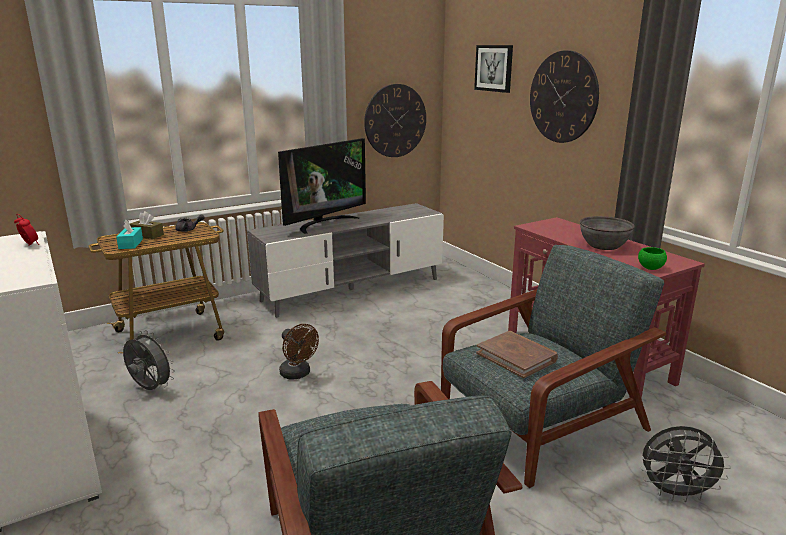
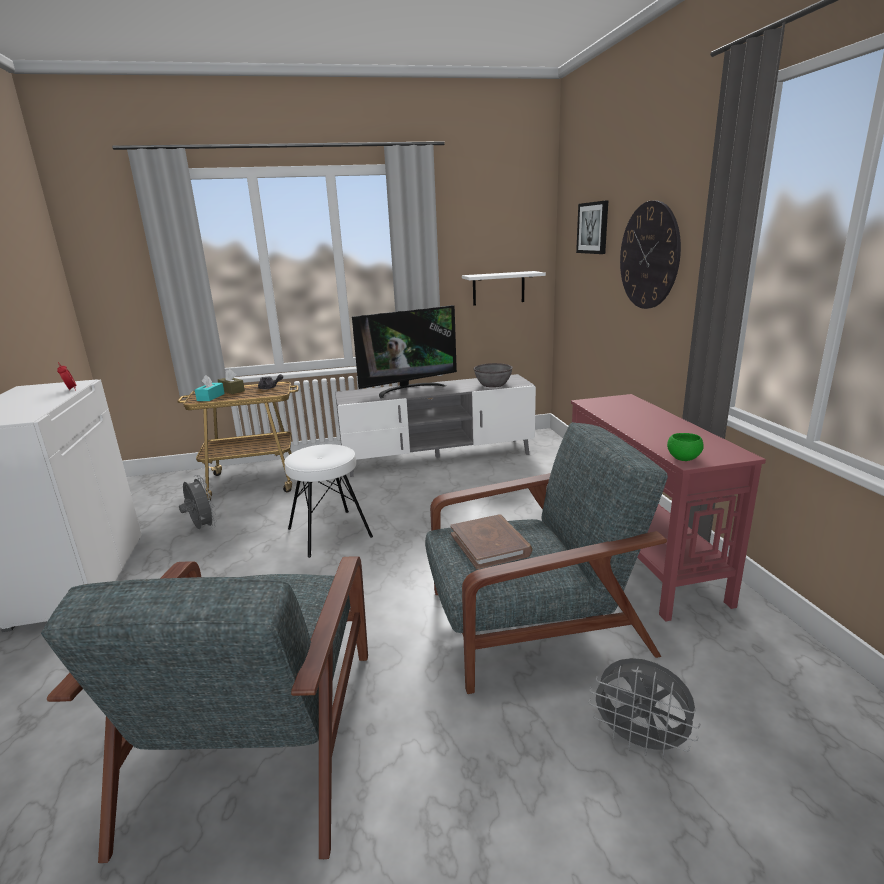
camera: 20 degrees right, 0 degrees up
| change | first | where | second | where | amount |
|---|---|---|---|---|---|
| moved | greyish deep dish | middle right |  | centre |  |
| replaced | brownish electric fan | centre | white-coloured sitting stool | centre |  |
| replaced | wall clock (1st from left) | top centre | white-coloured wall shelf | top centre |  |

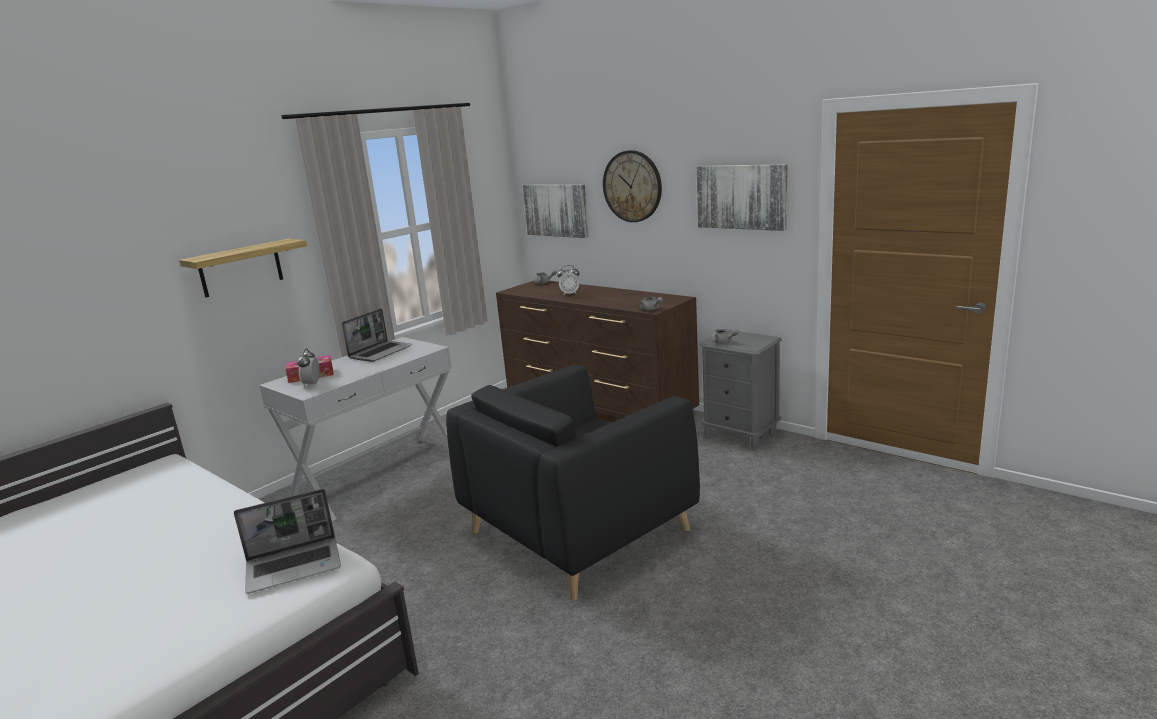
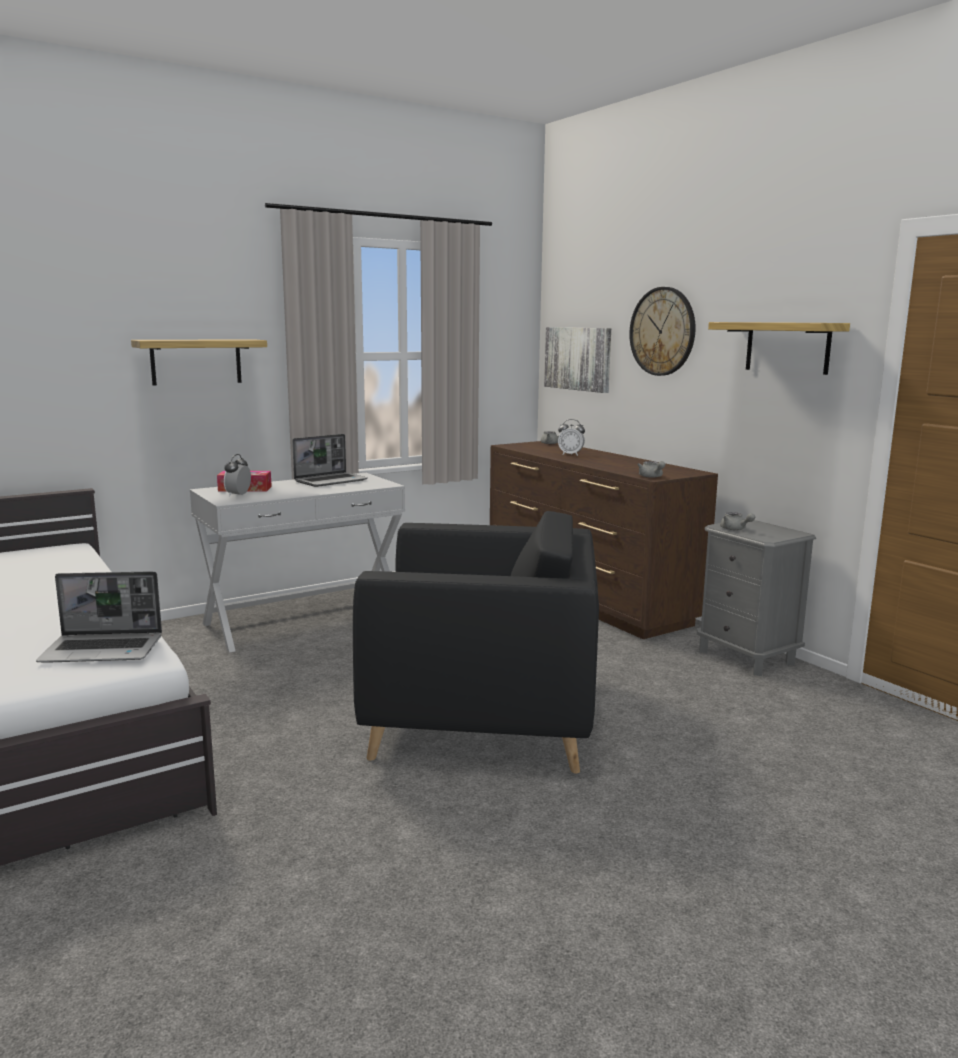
camera: 15 degrees right, 5 degrees down
| change | first | where | second | where | amount |
|---|---|---|---|---|---|
| replaced | wall picture (2nd from left) | top centre | wall shelf (2nd from left) | top right |  |
| turned | black lounge chair | bottom centre |  | centre | 150 degrees counterclockwise |

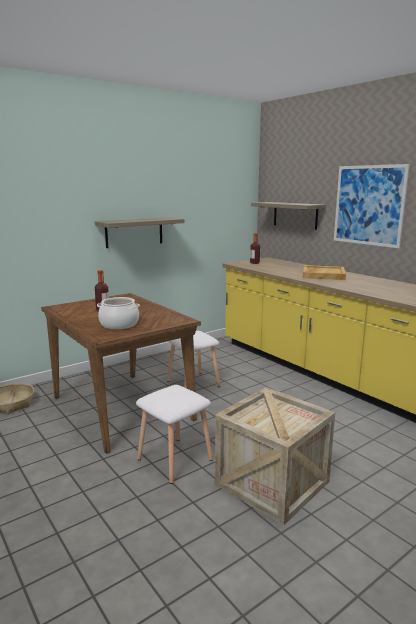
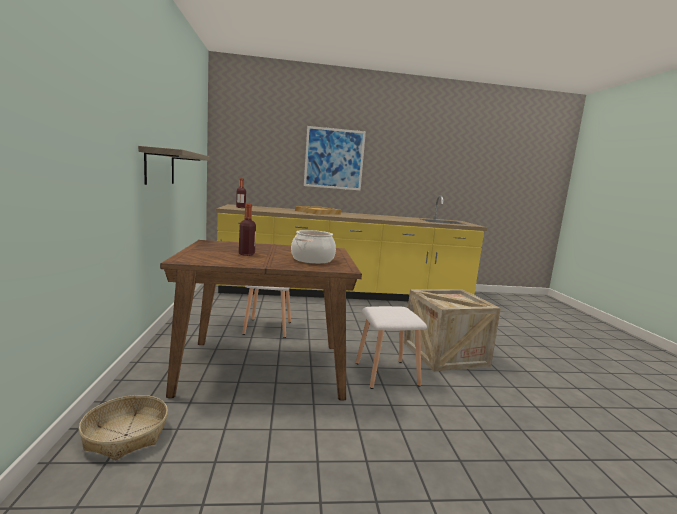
camera: 60 degrees left, 5 degrees down
| change | first | where | second | where | amount |
|---|---|---|---|---|---|
| removed | wall shelf (2nd from left) | middle right |  |  |  |

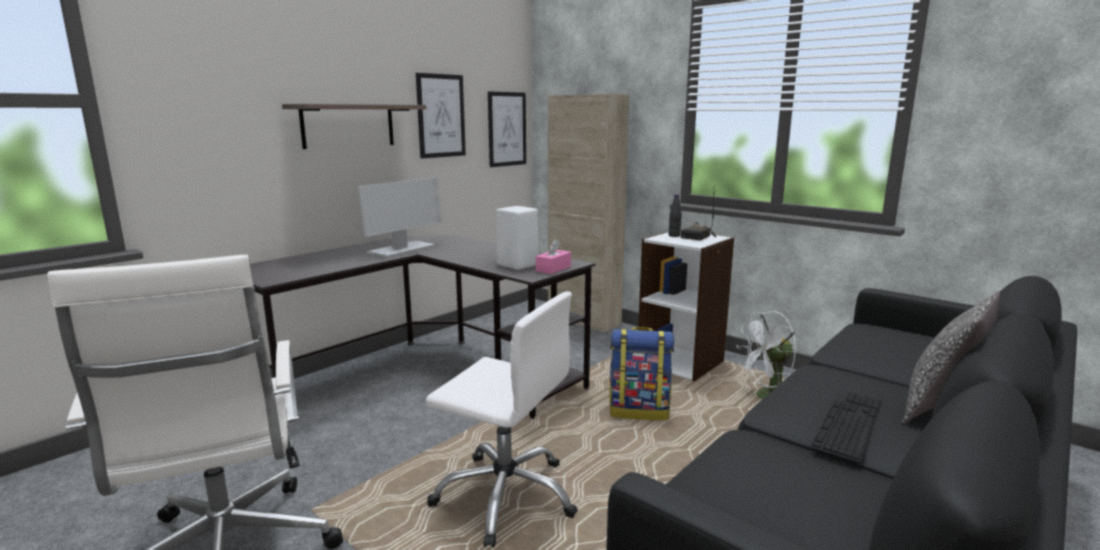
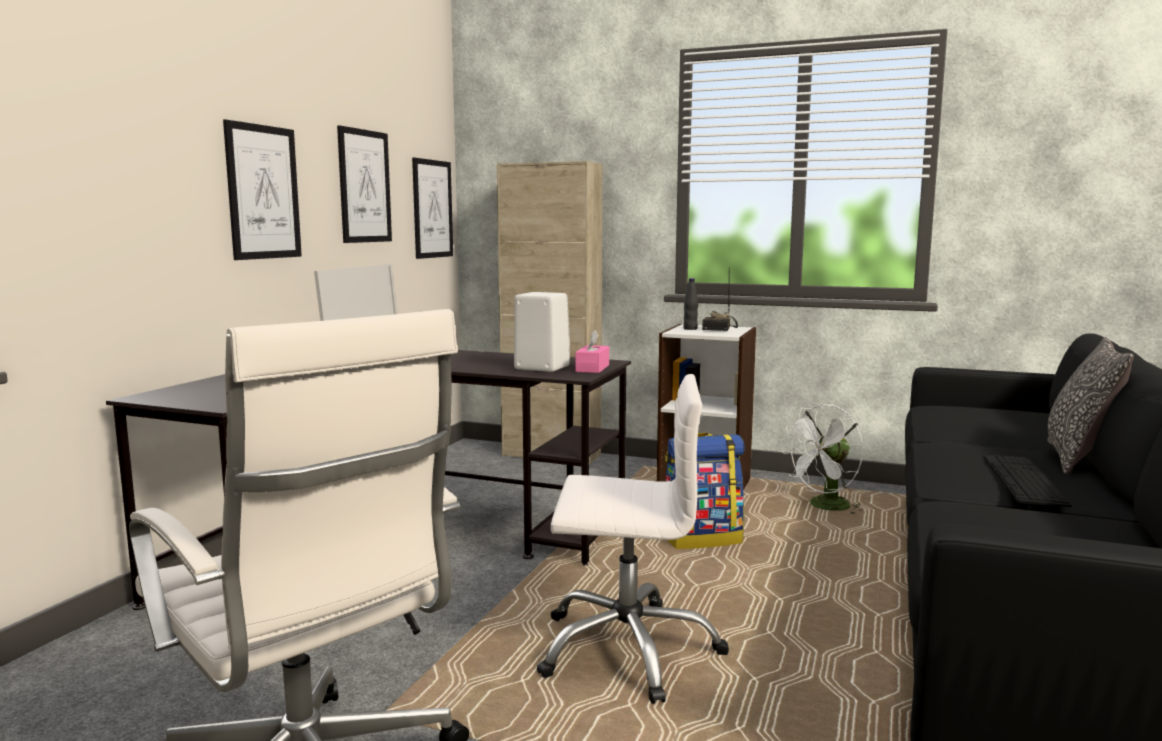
camera: 20 degrees left, 5 degrees down
| change | first | where | second | where | amount |
|---|---|---|---|---|---|
| replaced | wall shelf | top left | wall picture (1st from left) | top left |  |

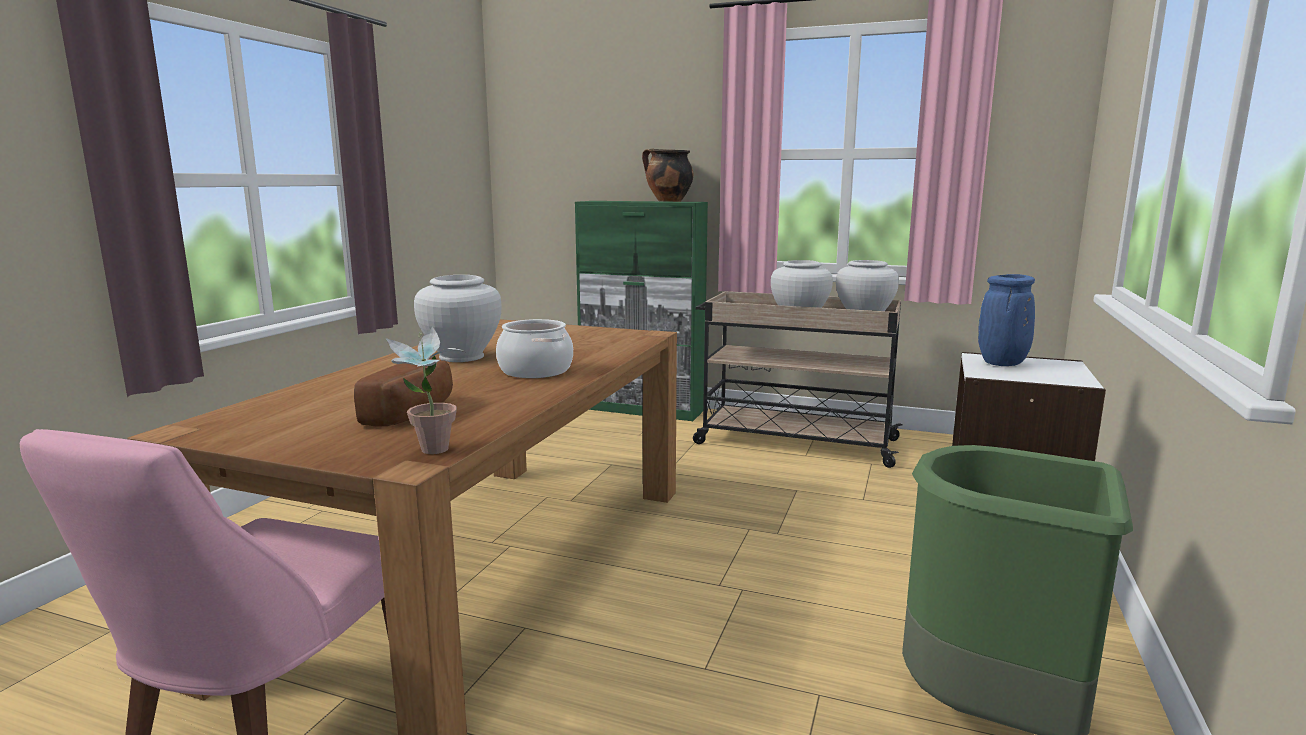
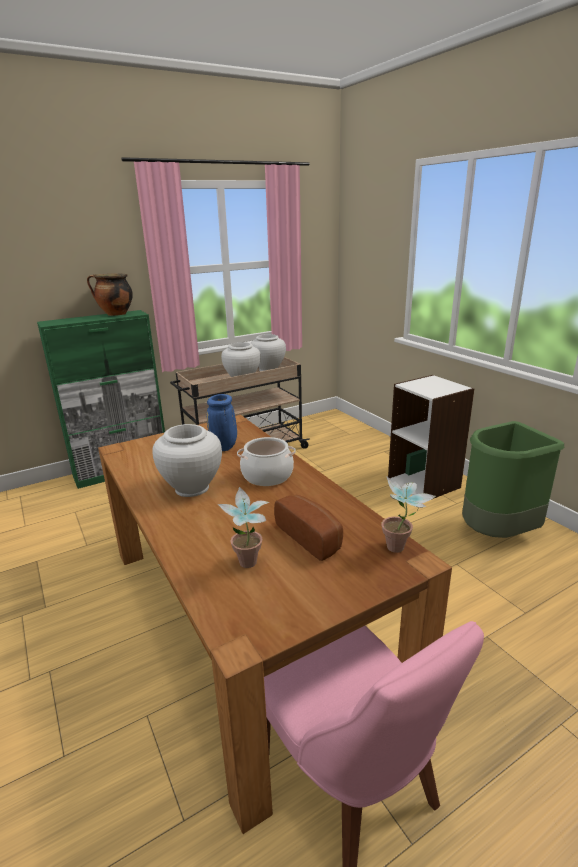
camera: 50 degrees left, 10 degrees up
| change | first | where | second | where | amount |
|---|---|---|---|---|---|
| added |  |  | potted plant (1st from left) | centre |  |
| moved | bluish vase | middle right |  | centre |  |

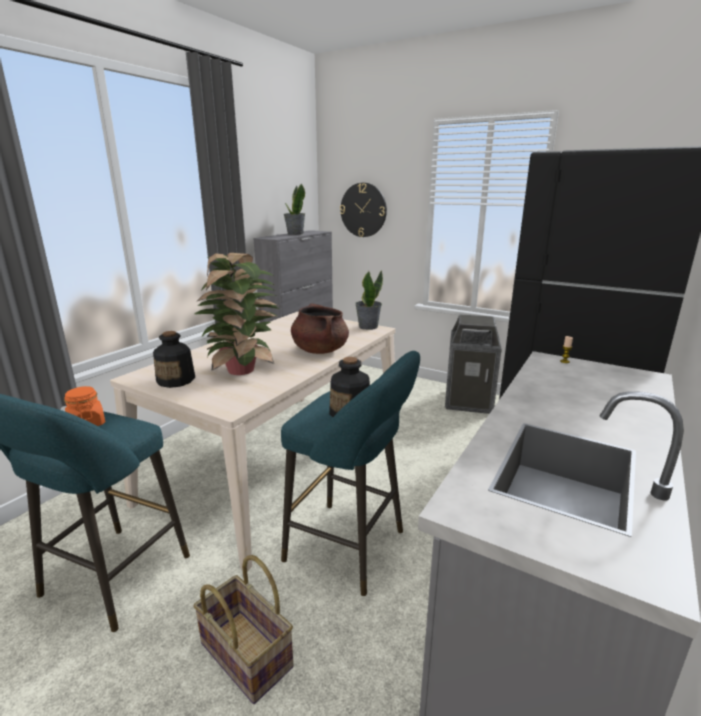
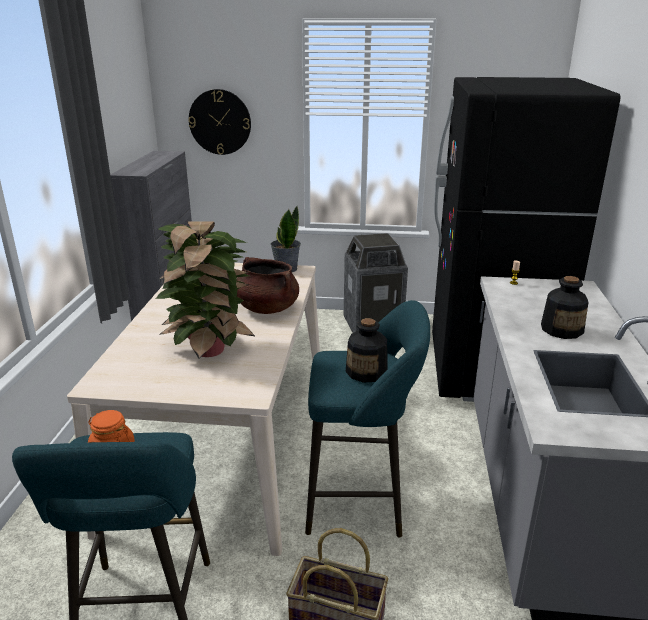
camera: 25 degrees left, 5 degrees up
| change | first | where | second | where | amount |
|---|---|---|---|---|---|
| removed | potted plant (2nd from left) | top centre |  |  |  |
| moved | beverage bottle (1st from left in the first image) | middle left | beverage bottle (2nd from left) | middle right |  |

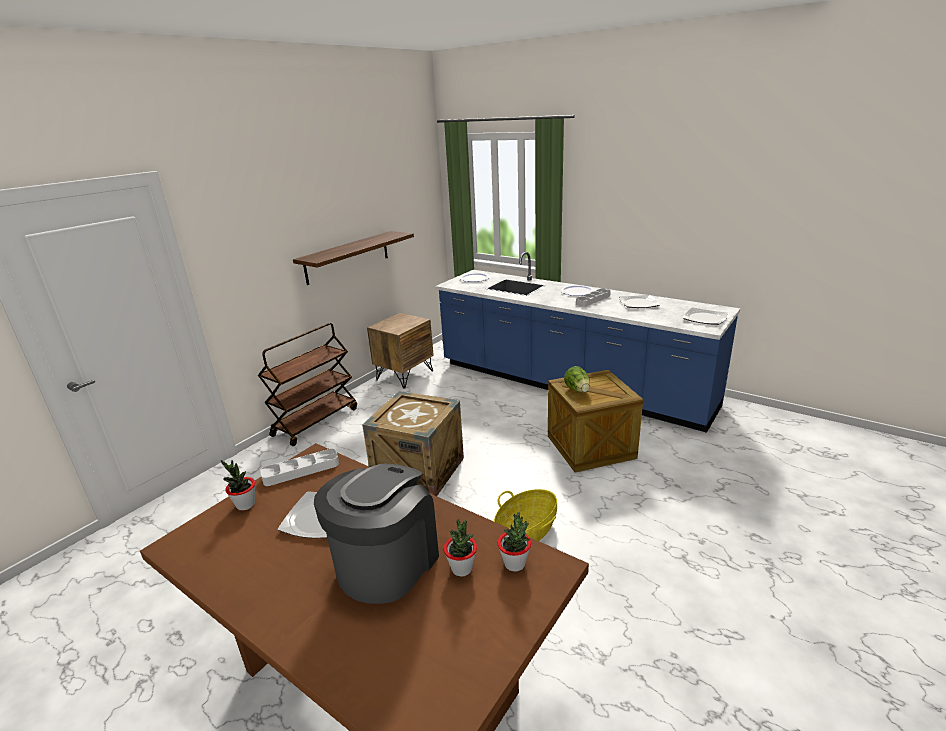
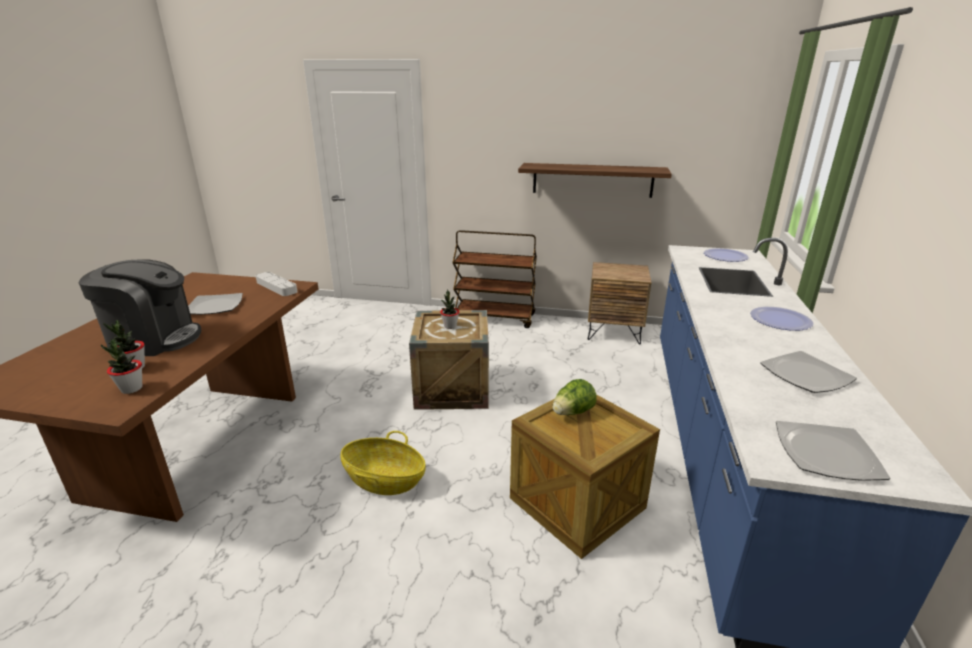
camera: 65 degrees right, 0 degrees up
| change | first | where | second | where | amount |
|---|---|---|---|---|---|
| removed | greyish carrying tray (2nd from left) | centre |  |  |  |
| moved | potted plant (1st from left in the first image) | middle left | potted plant (3rd from left) | centre |  |

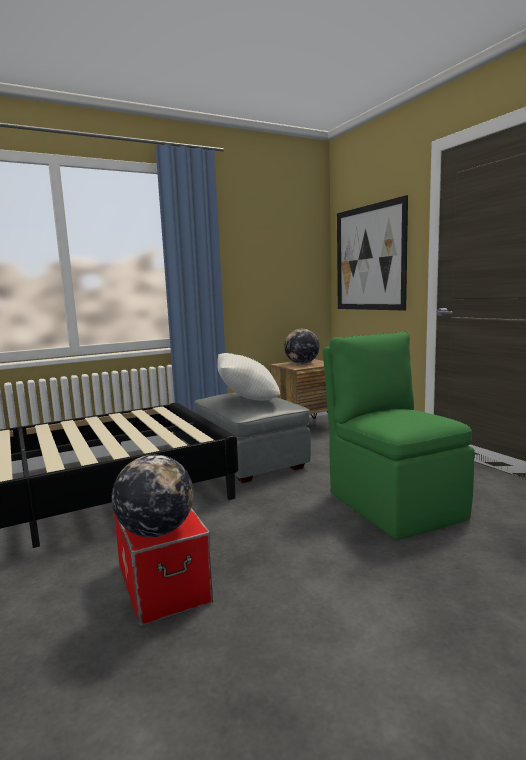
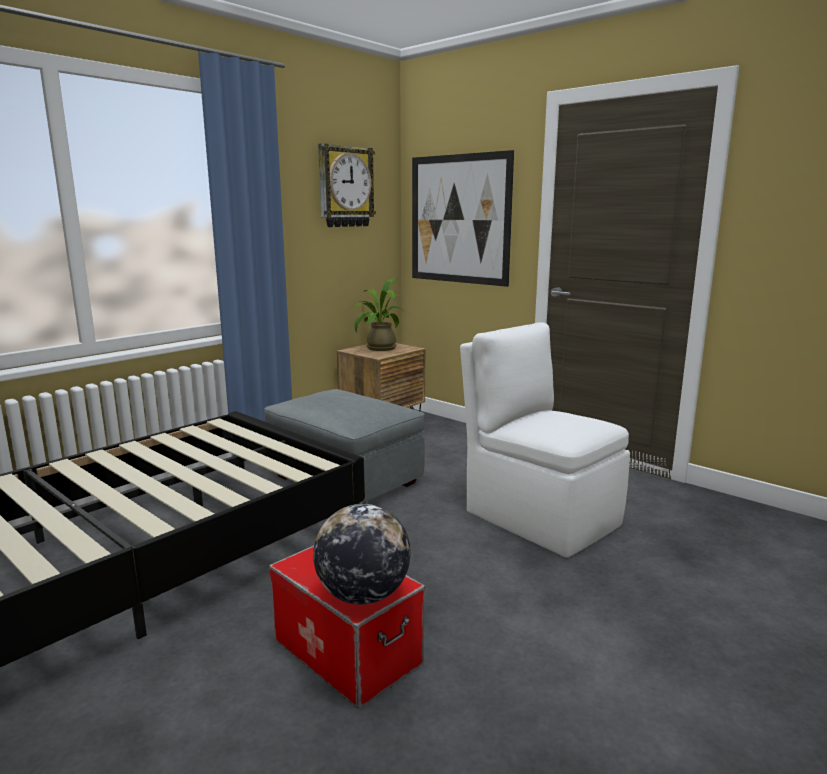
camera: 20 degrees left, 5 degrees up
| change | first | where | second | where | amount |
|---|---|---|---|---|---|
| removed | white-coloured pillow | centre |  |  |  |
| added |  |  | wall clock | top centre |  |
| replaced | desk globe (2nd from left) | centre | potted plant | centre |  |
| recoloured | greenish upright chair | middle right | white-coloured upright chair | centre |  |

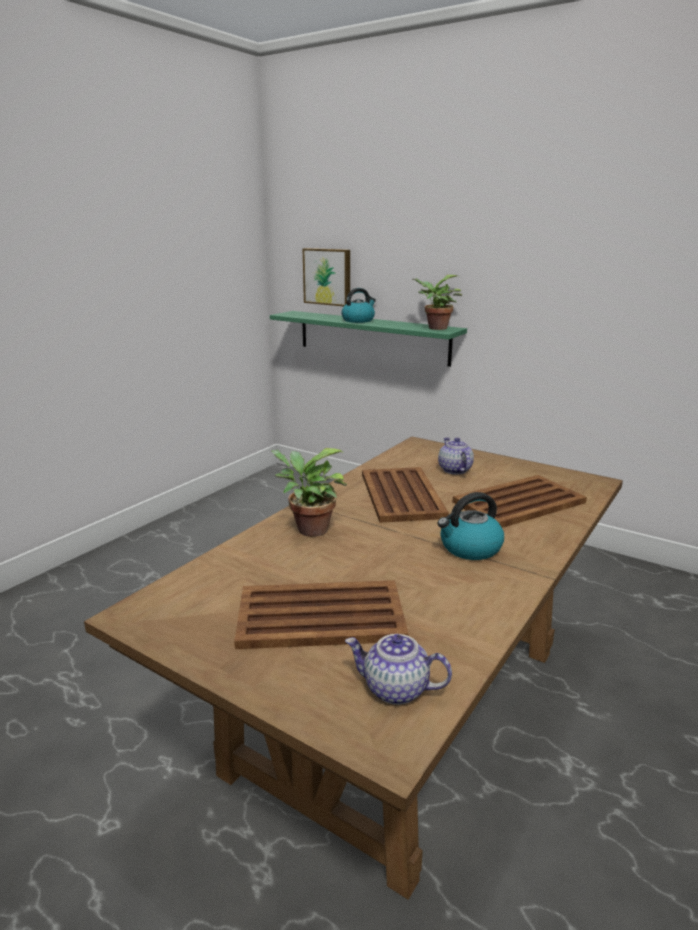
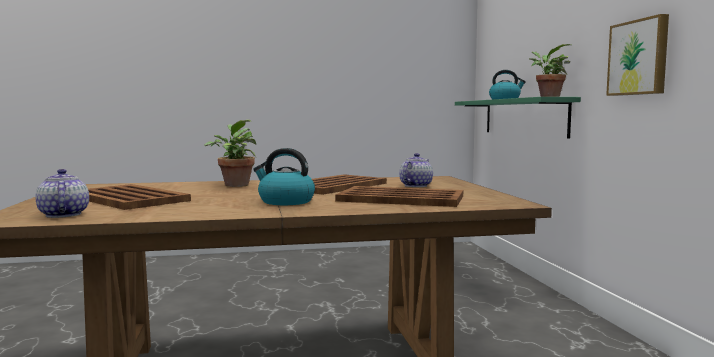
camera: 45 degrees right, 15 degrees down
| change | first | where | second | where | amount |
|---|---|---|---|---|---|
| moved | wall picture | top centre |  | top right |  |

